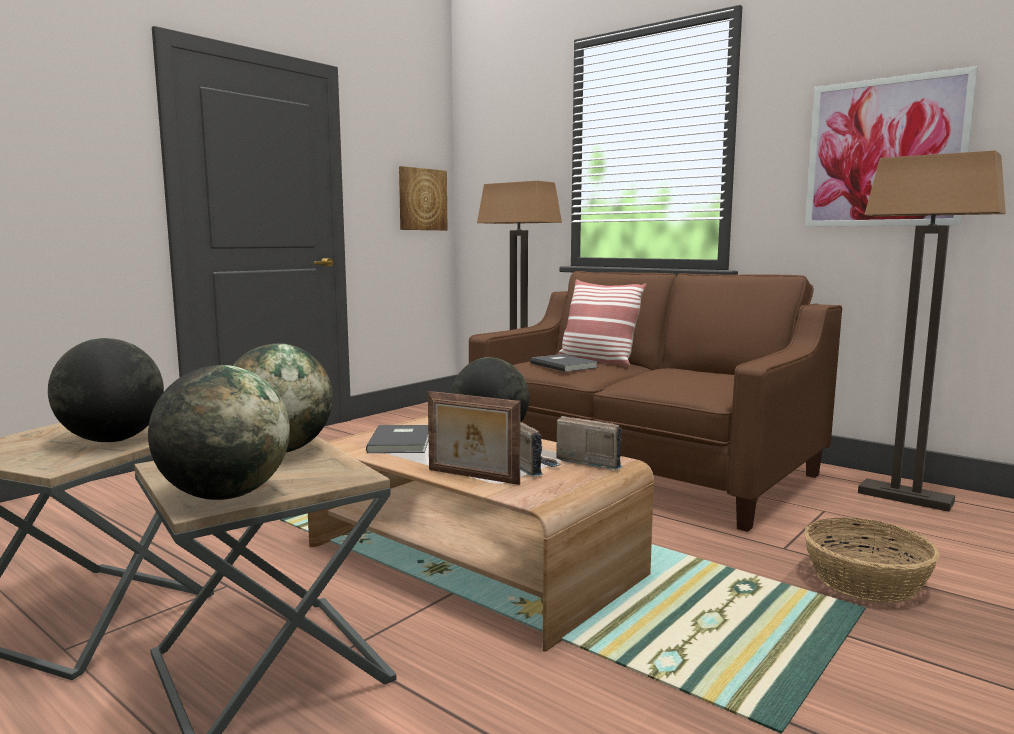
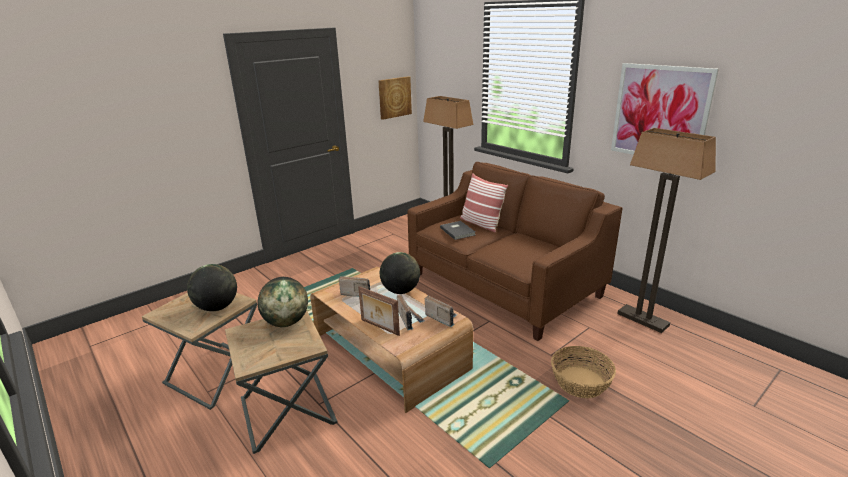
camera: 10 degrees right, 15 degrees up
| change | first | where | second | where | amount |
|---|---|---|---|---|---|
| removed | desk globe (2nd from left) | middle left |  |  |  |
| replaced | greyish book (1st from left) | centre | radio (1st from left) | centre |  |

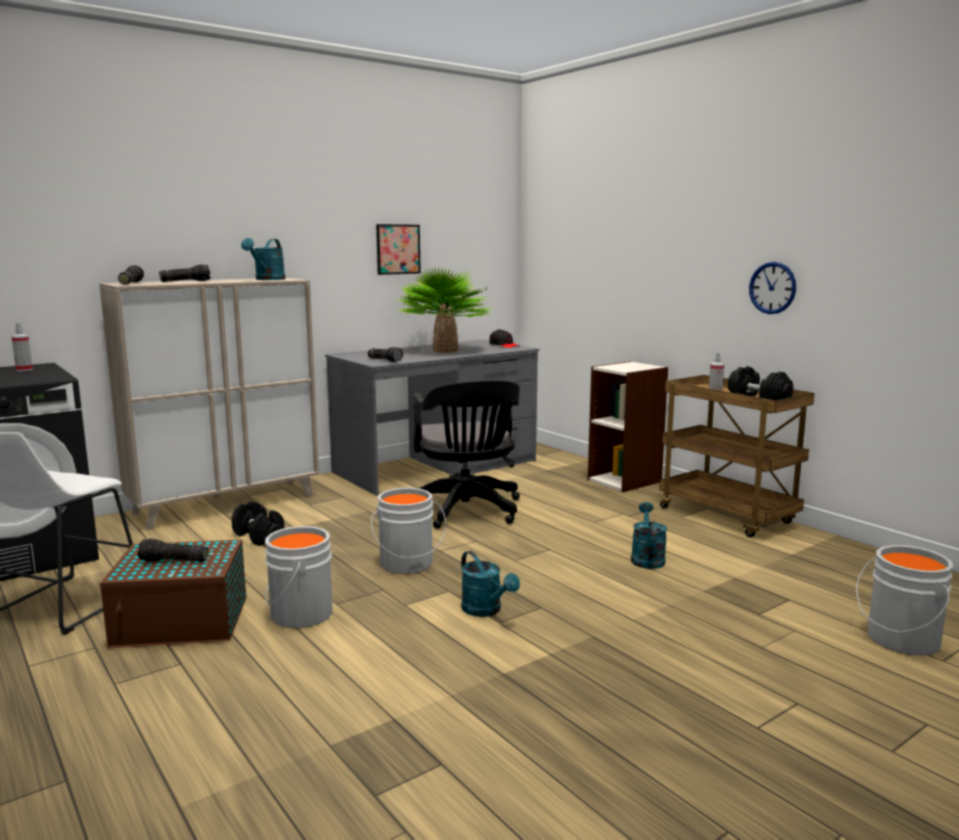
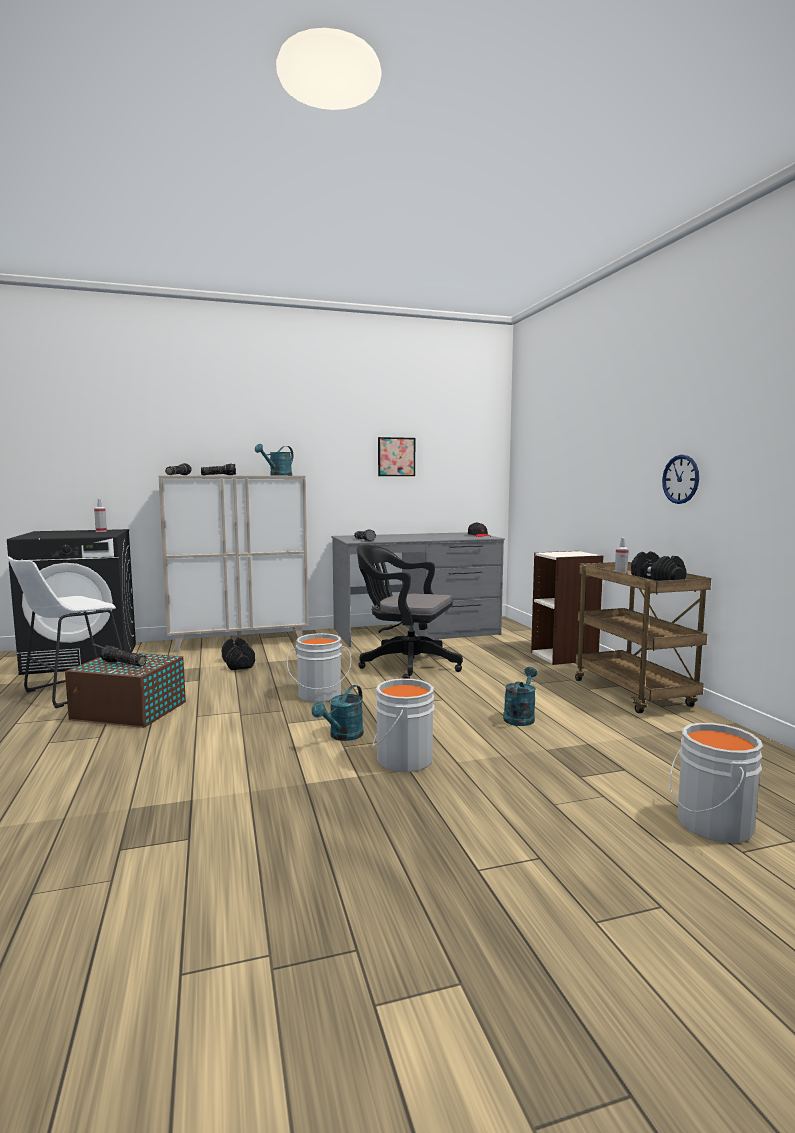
camera: 20 degrees right, 5 degrees down
| change | first | where | second | where | amount |
|---|---|---|---|---|---|
| removed | potted plant | centre |  |  |  |
| moved | greyish bucket (1st from left in the first image) | bottom left | greyish bucket (2nd from left) | centre |  |
| turned | black desk chair | centre |  | centre | 105 degrees clockwise |
| turned | turquoise watering can (2nd from left) | bottom centre |  | centre | 45 degrees clockwise |

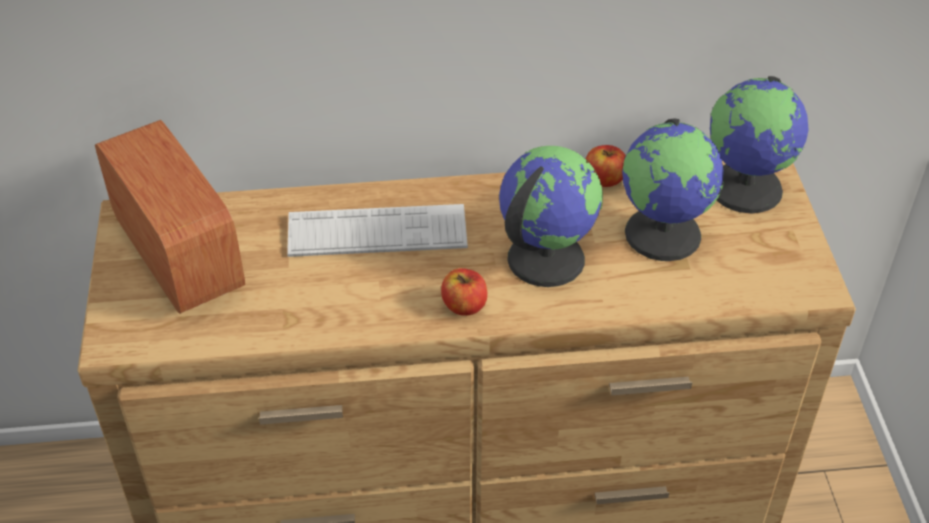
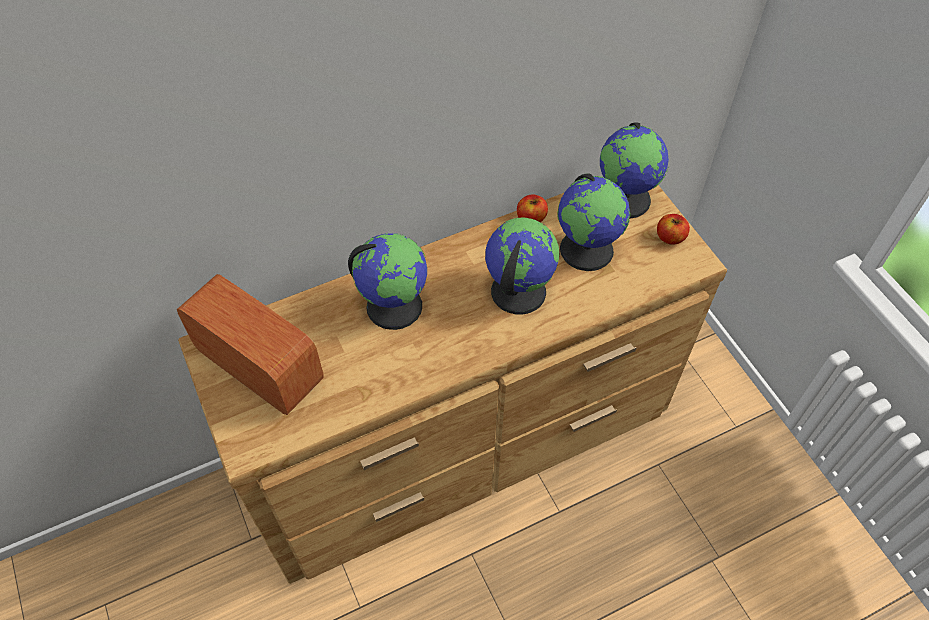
camera: 20 degrees left, 10 degrees up
| change | first | where | second | where | amount |
|---|---|---|---|---|---|
| moved | apple (1st from left in the first image) | centre | apple (2nd from left) | middle right |  |
| replaced | computer keyboard | centre | desk globe (1st from left) | centre |  |

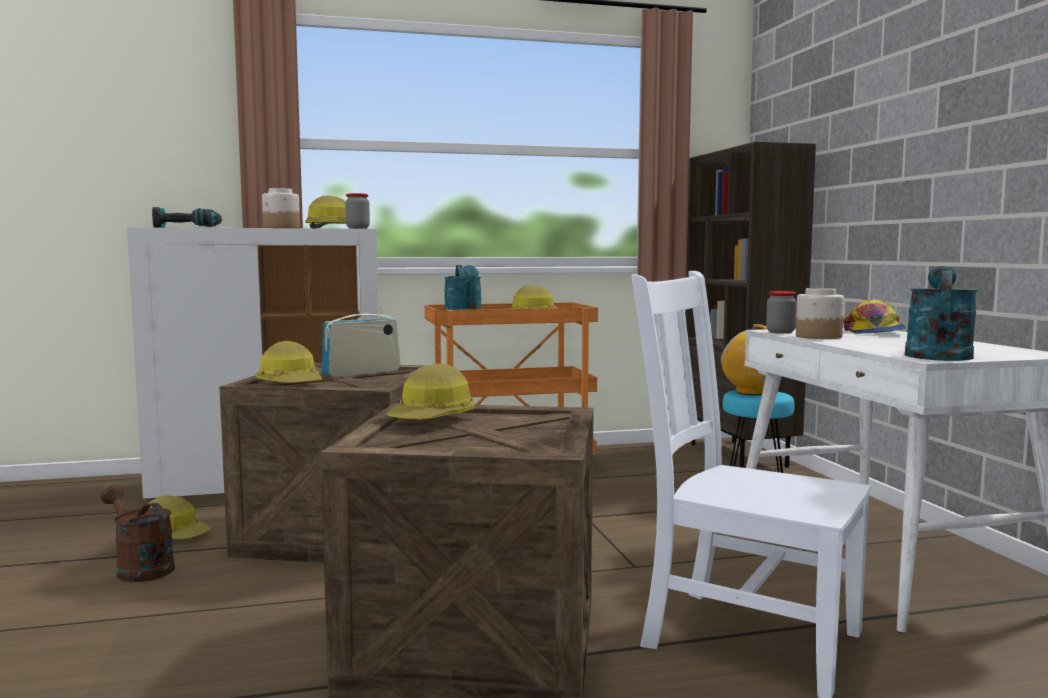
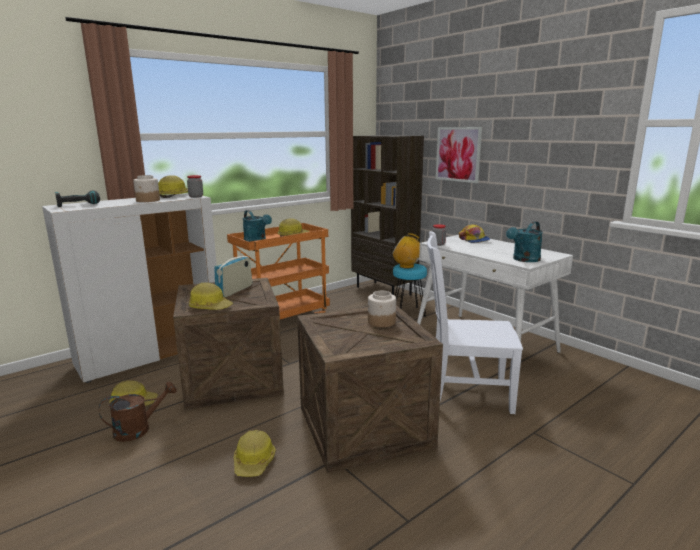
camera: 25 degrees left, 10 degrees up
| change | first | where | second | where | amount |
|---|---|---|---|---|---|
| added |  |  | wall picture | top centre |  |
| moved | safety helmet (4th from left) | centre |  | bottom centre |  |
| moved | preserve jar (4th from left in the first image) | middle right | preserve jar (3rd from left) | centre |  |
| turned | brownish watering can | bottom left |  | bottom left | 135 degrees clockwise |
| turned | turquoise watering can (2nd from left) | middle right |  | middle right | 135 degrees counterclockwise |

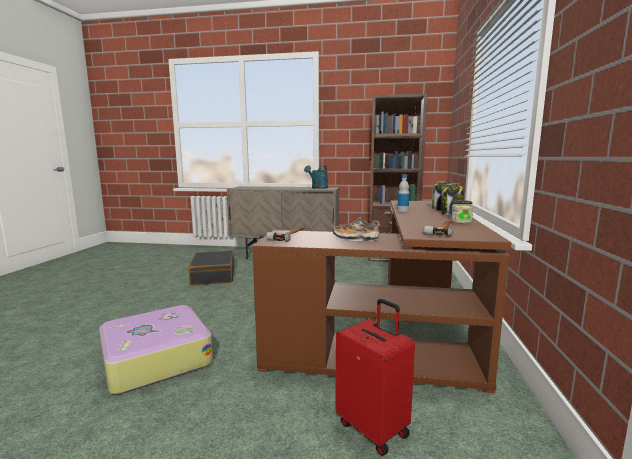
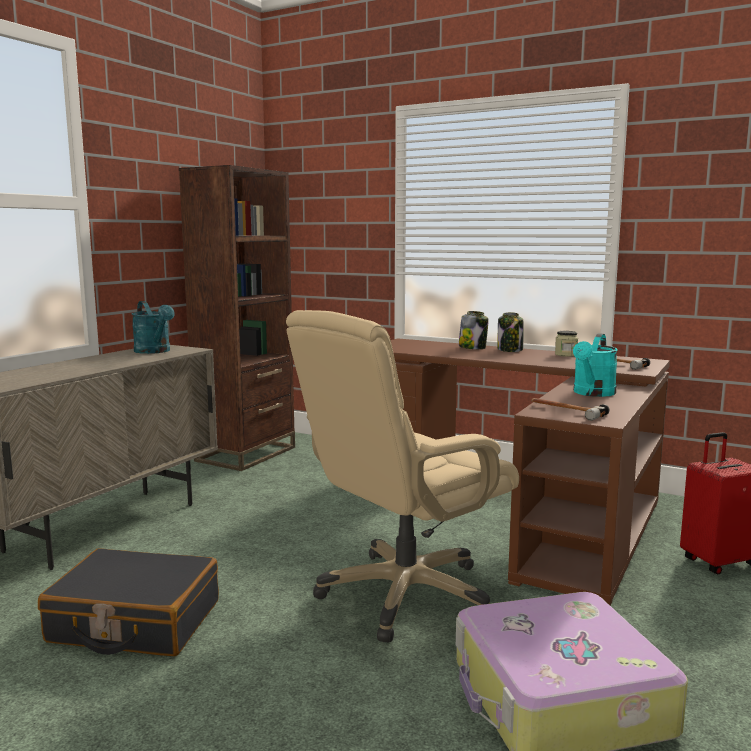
camera: 70 degrees left, 0 degrees up
| change | first | where | second | where | amount |
|---|---|---|---|---|---|
| removed | beverage bottle | centre |  |  |  |
| added |  |  | beige-coloured desk chair | centre |  |
| replaced | item of footwear | centre | turquoise watering can (2nd from left) | middle right |  |

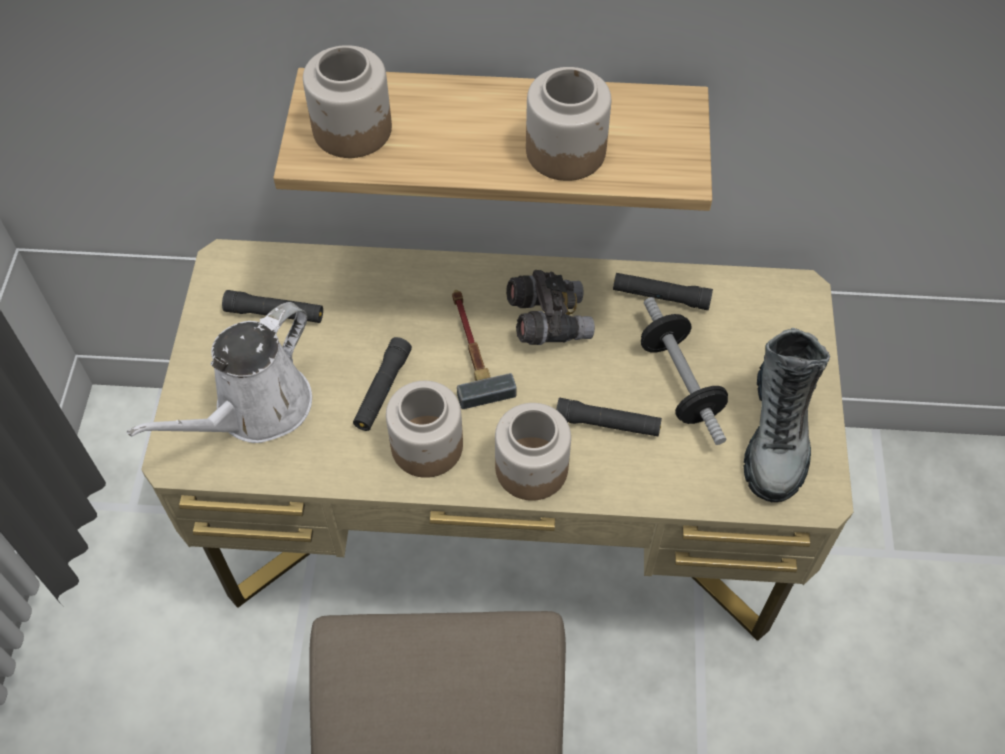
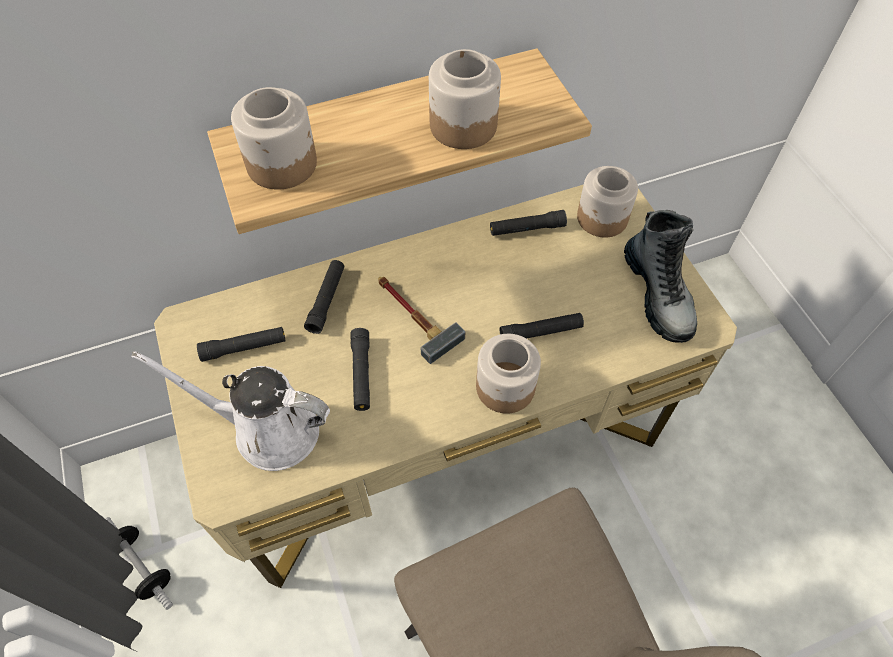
camera: 25 degrees left, 0 degrees up
| change | first | where | second | where | amount |
|---|---|---|---|---|---|
| removed | greyish field glasses | centre |  |  |  |
| added |  |  | black hand torch (2nd from left) | centre |  |
| moved | preserve jar (2nd from left in the first image) | centre | preserve jar (4th from left) | top right |  |
| moved | hand weight | middle right |  | bottom left |  |
| turned | white-coloured watering can | middle left |  | middle left | 90 degrees clockwise |

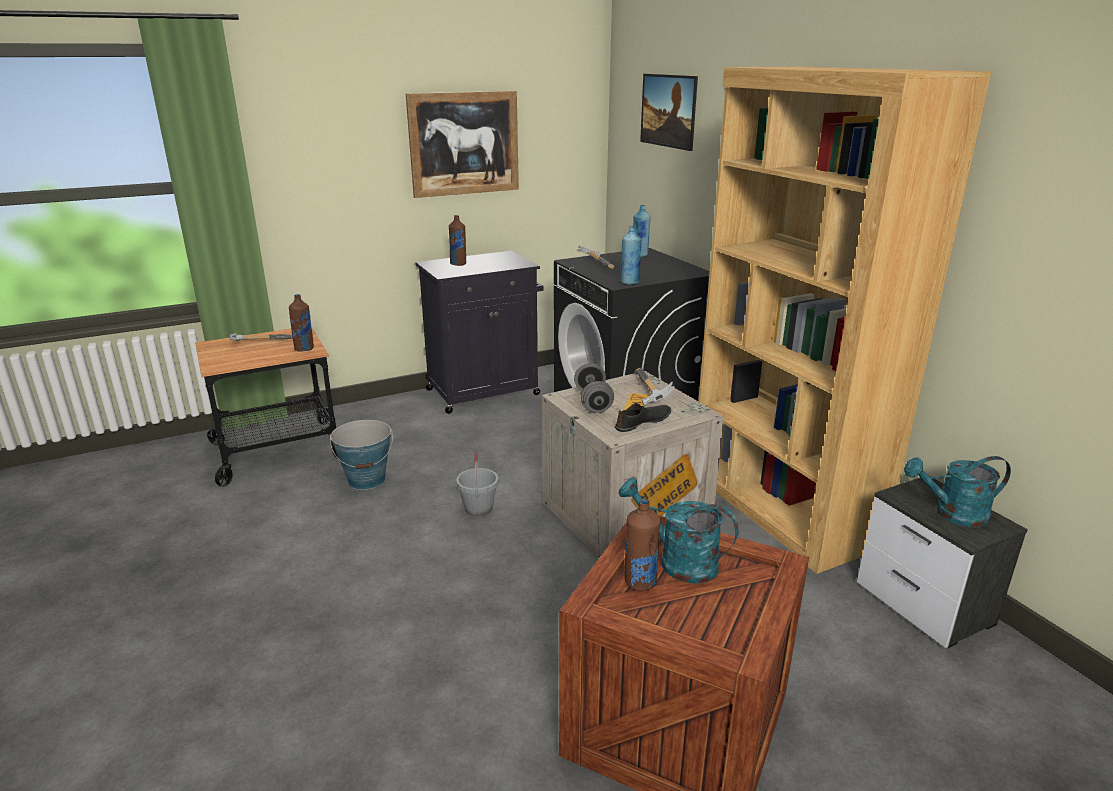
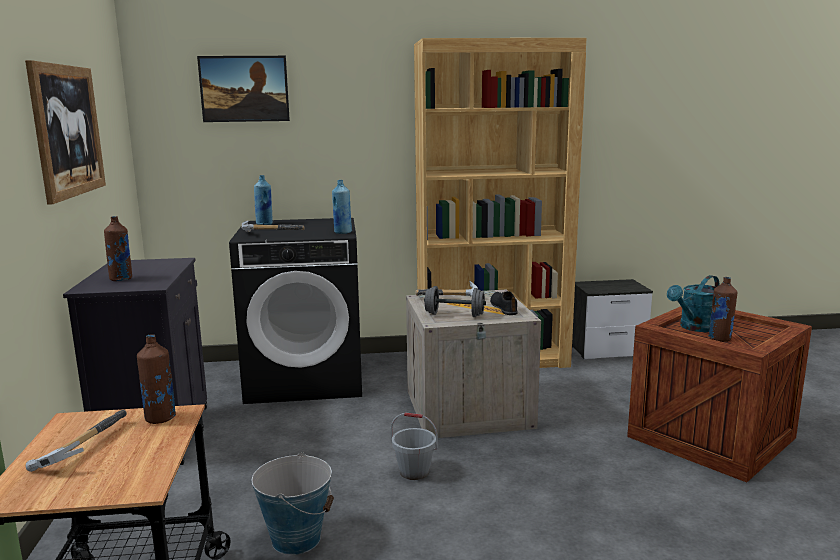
camera: 70 degrees left, 10 degrees down
| change | first | where | second | where | amount |
|---|---|---|---|---|---|
| removed | turquoise watering can (2nd from left) | middle right |  |  |  |

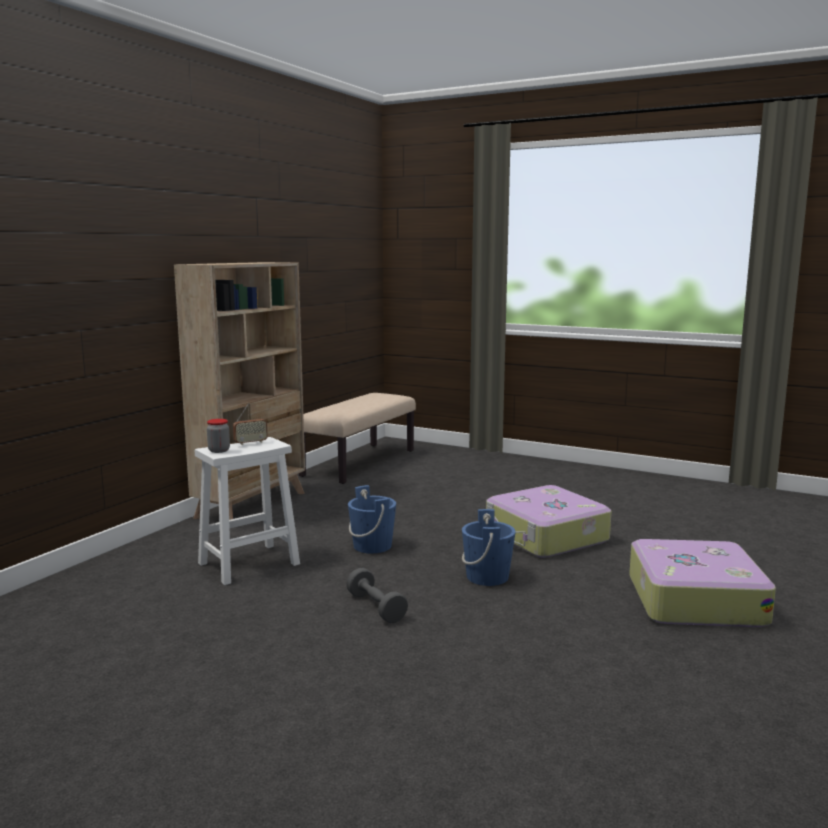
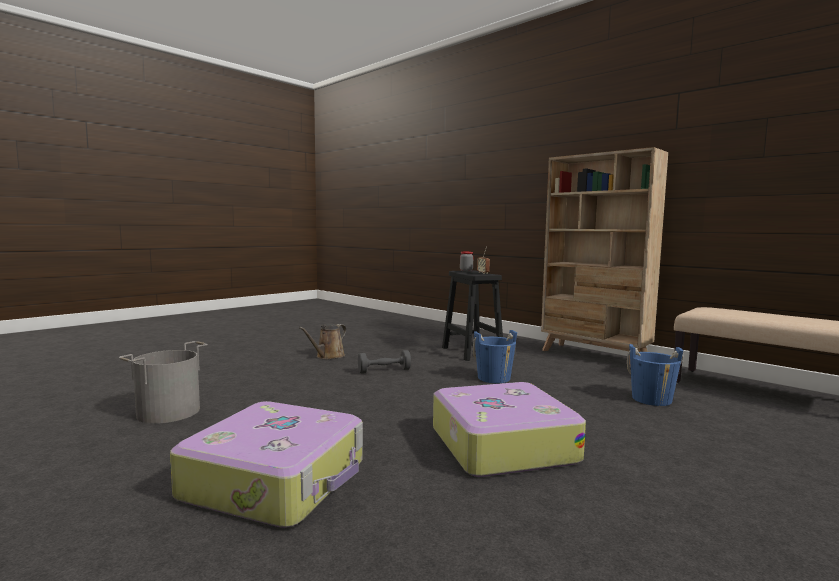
camera: 105 degrees right, 5 degrees down
| change | first | where | second | where | amount |
|---|---|---|---|---|---|
| added |  |  | greyish bucket | middle left |  |
| added |  |  | brownish watering can | centre |  |
| moved | bluish bucket (2nd from left) | centre |  | middle right |  |
| recoloured | white-coloured sitting stool | middle left | black sitting stool | centre |  |

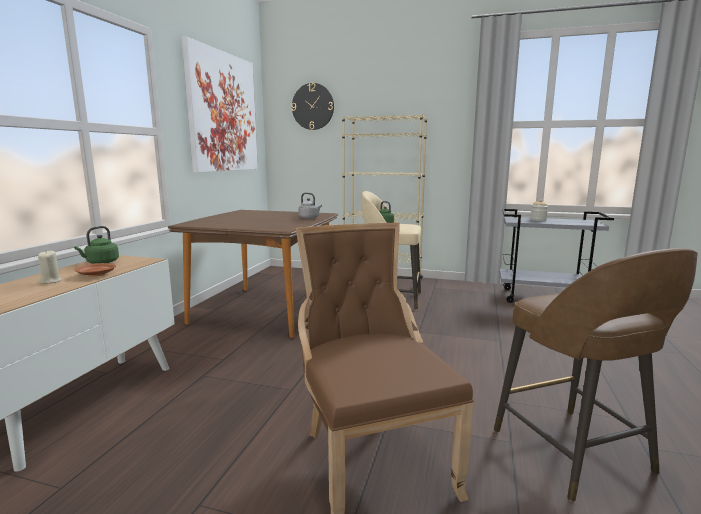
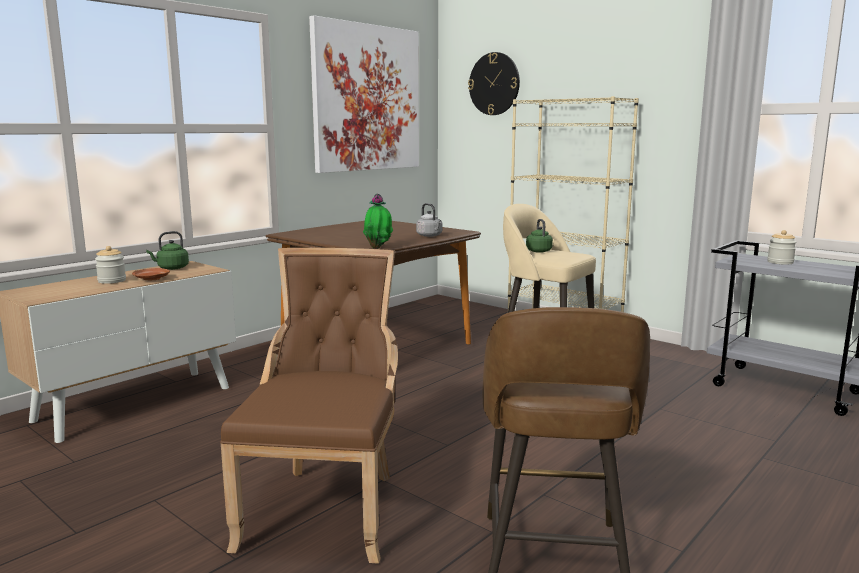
camera: 25 degrees right, 0 degrees up
| change | first | where | second | where | amount |
|---|---|---|---|---|---|
| added |  |  | potted plant | centre |  |
| replaced | beige-coloured candle | middle left | preserve jar (1st from left) | middle left |  |

